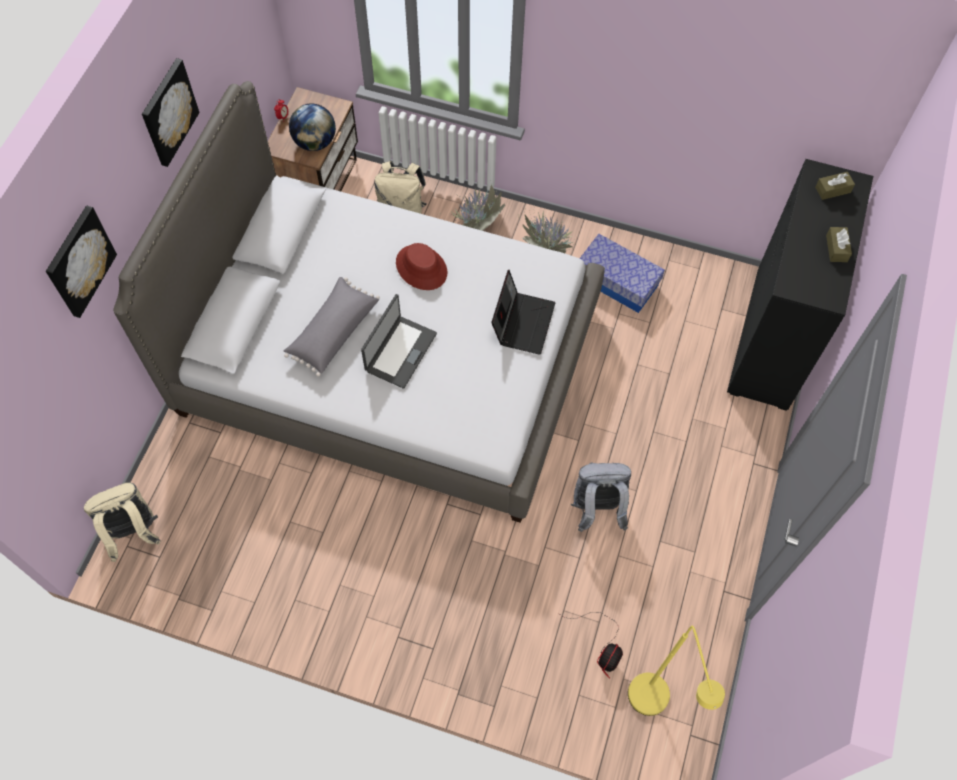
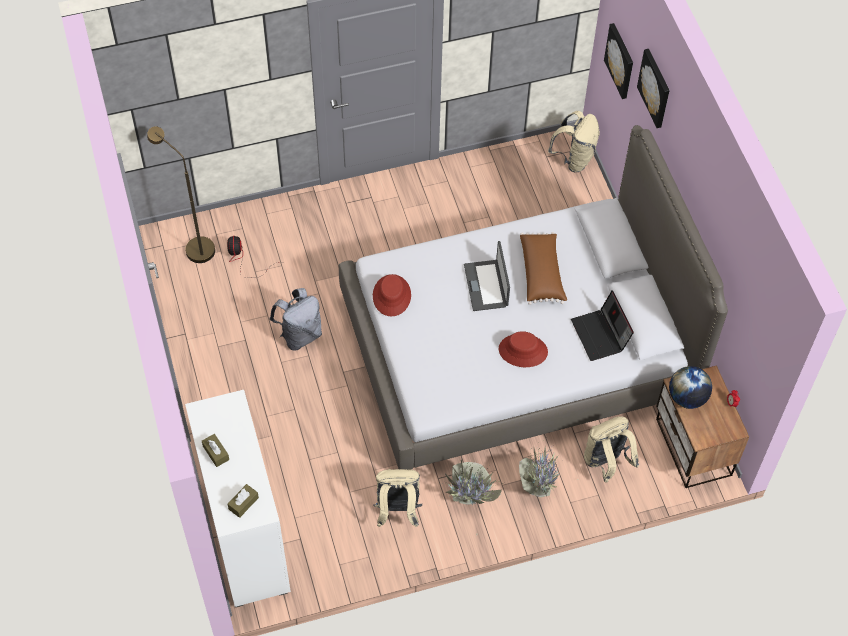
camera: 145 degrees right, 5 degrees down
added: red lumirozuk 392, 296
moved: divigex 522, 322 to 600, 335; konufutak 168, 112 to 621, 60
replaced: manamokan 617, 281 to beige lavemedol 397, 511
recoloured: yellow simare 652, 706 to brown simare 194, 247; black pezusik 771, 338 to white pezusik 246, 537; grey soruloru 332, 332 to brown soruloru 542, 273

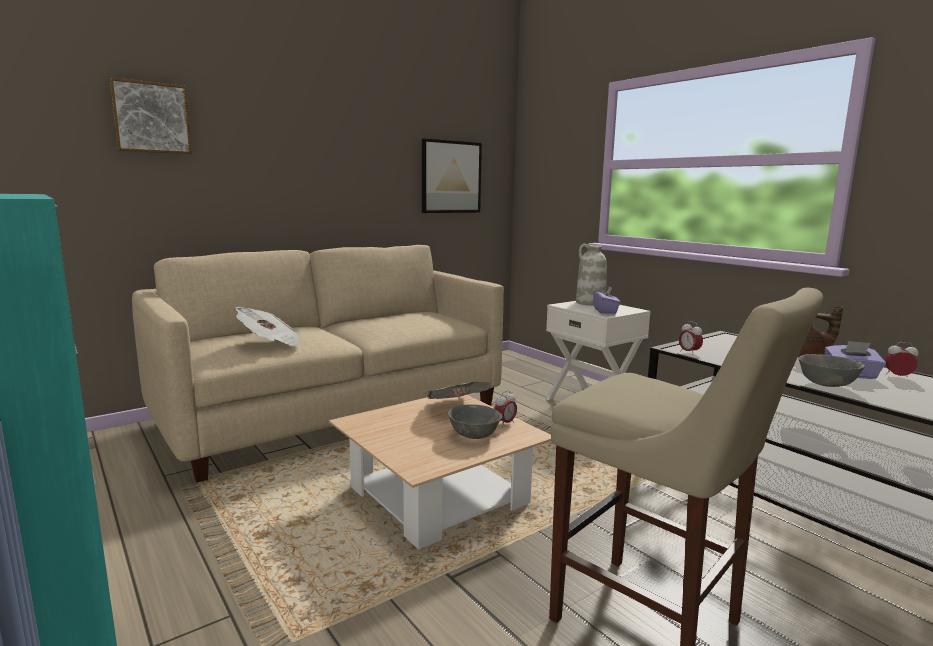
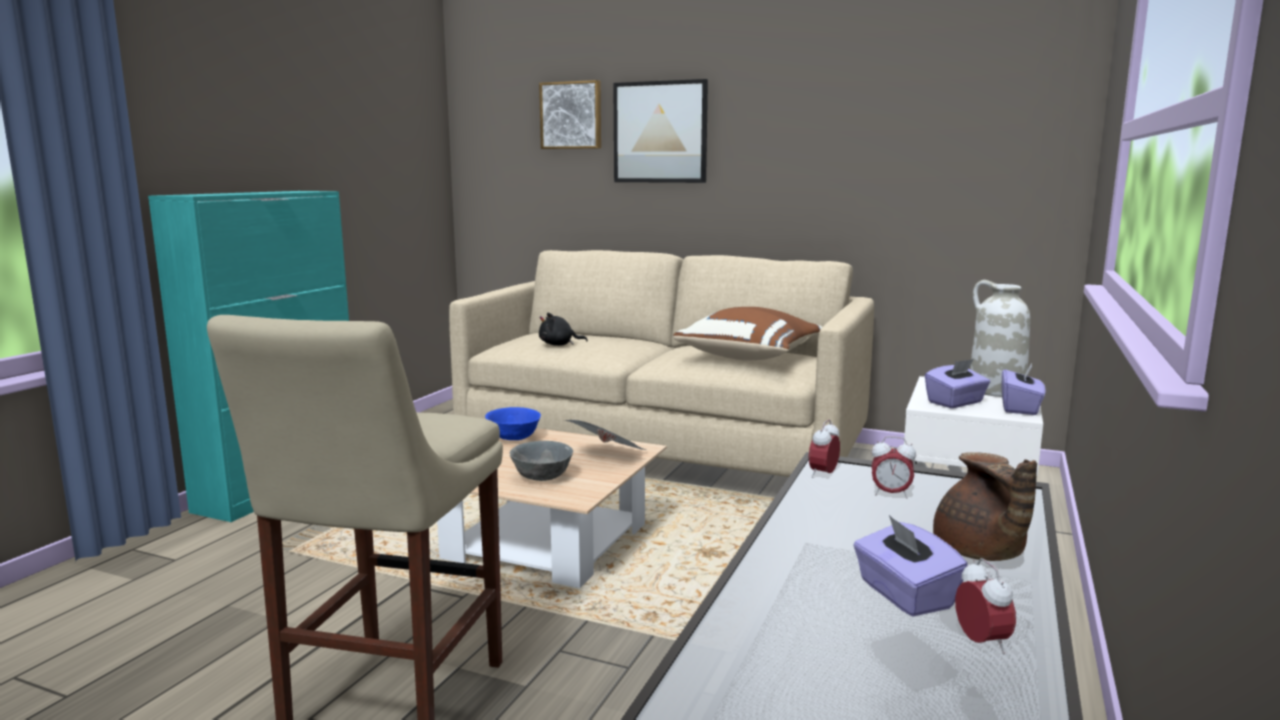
camera: 60 degrees right, 0 degrees up
removed: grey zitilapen 826, 384
added: blue zitilapen 514, 438; brown soruloru 751, 357; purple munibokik 1020, 408
moved: konufutak 451, 177 to 660, 132; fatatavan 505, 423 to 890, 494
replaced: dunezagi 271, 343 to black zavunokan 559, 345

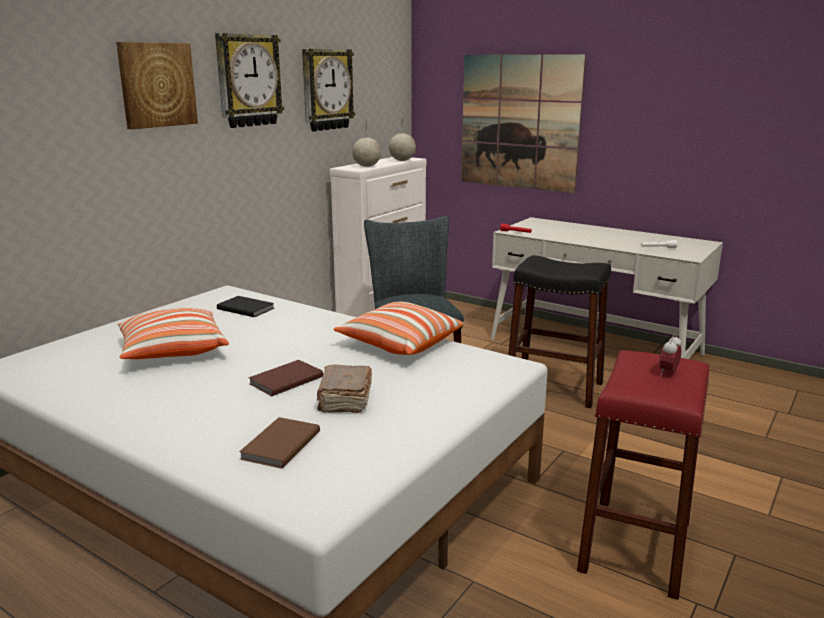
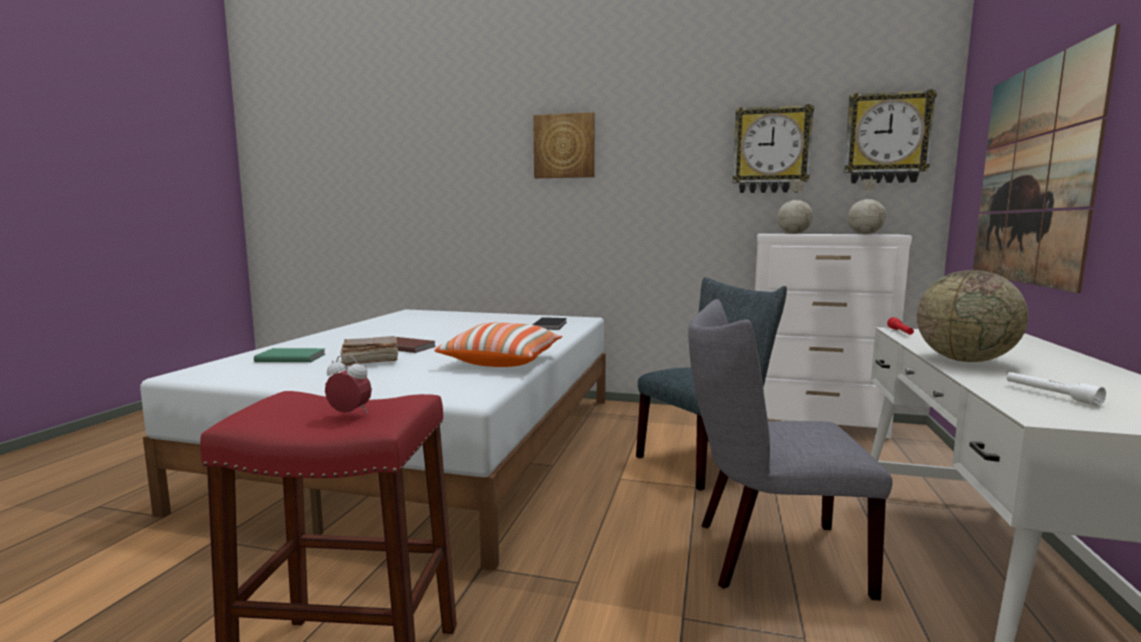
camera: 70 degrees right, 10 degrees down
removed: soruloru 172, 351
added: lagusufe 965, 360
moved: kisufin 248, 80 to 886, 138
replaced: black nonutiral 554, 387 to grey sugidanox 768, 556
recoloured: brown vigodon 279, 445 to green vigodon 291, 358

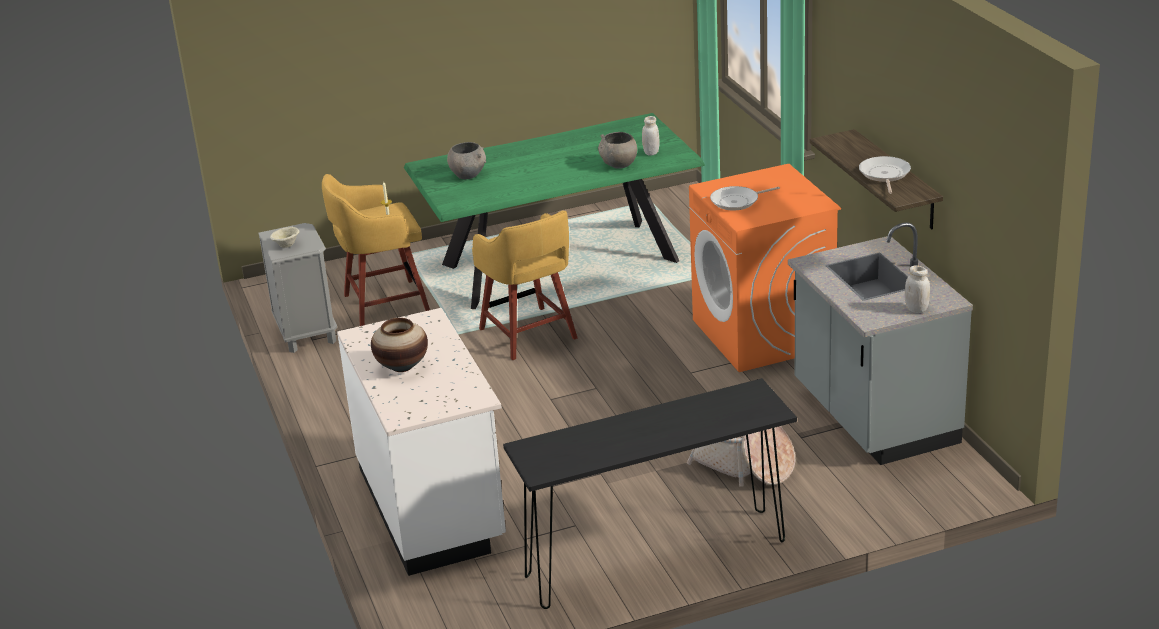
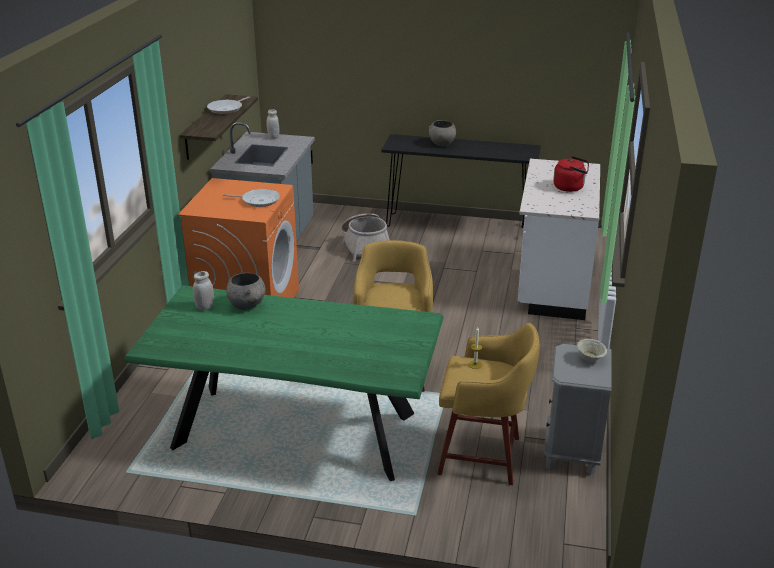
camera: 150 degrees left, 0 degrees up
moved: grey zitilapen 468, 175 to 442, 144
replaced: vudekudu 402, 366 to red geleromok 570, 187

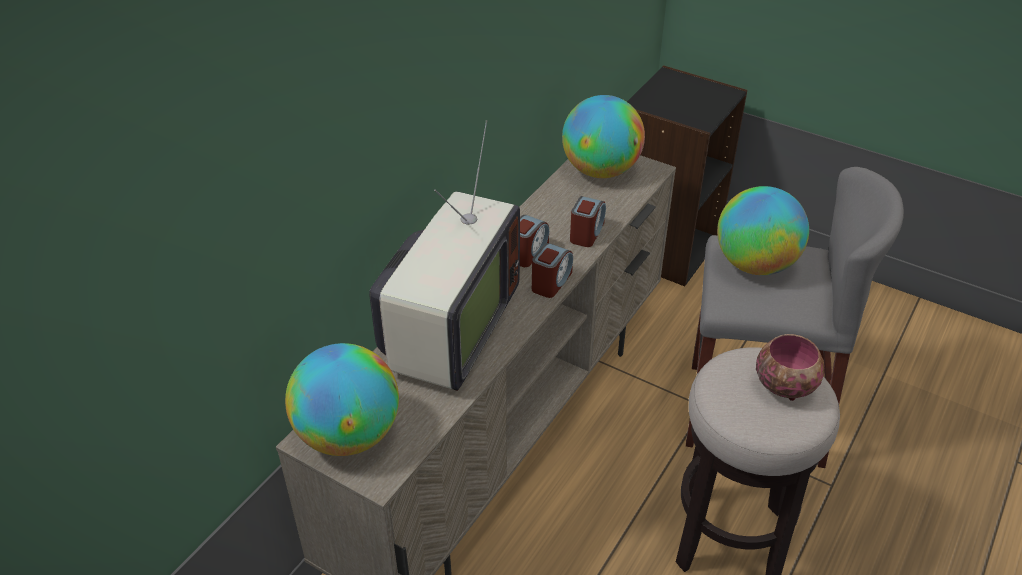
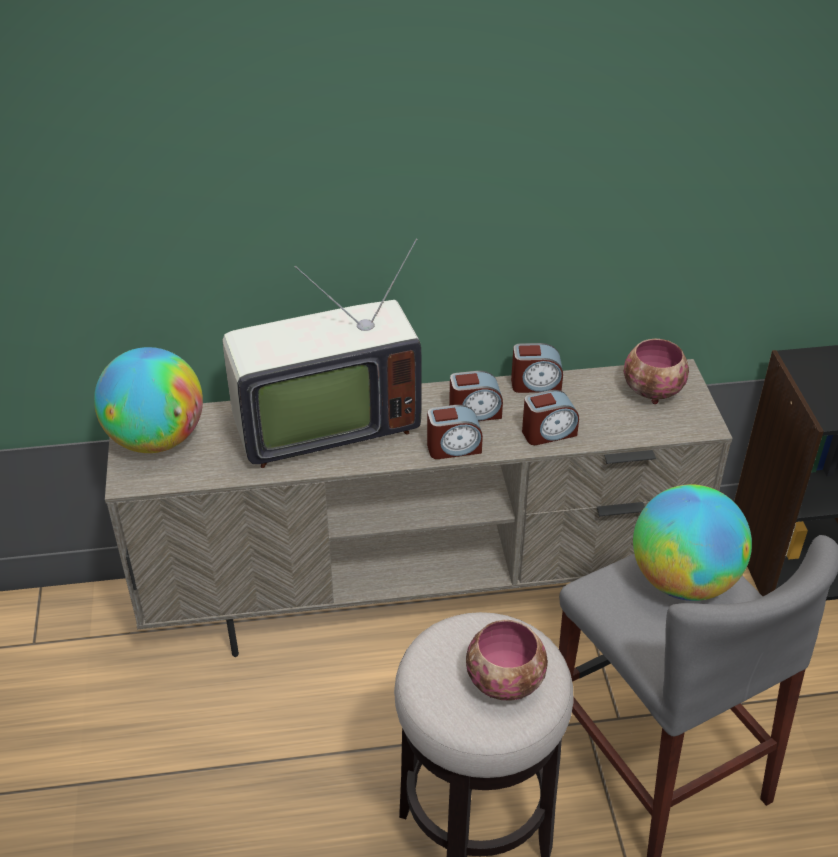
camera: 50 degrees right, 0 degrees up
added: fatatavan 535, 384
replaced: lagusufe 601, 170 to zitilapen 653, 392

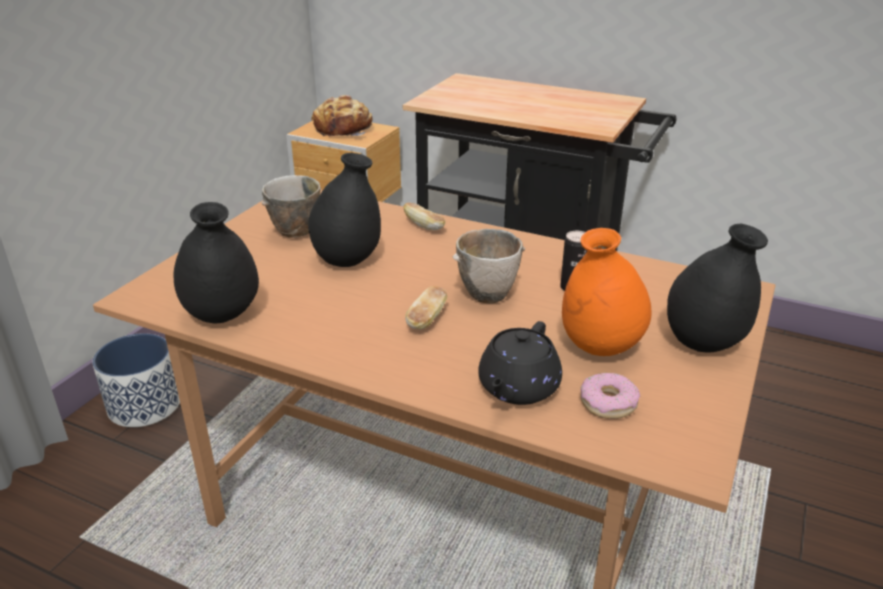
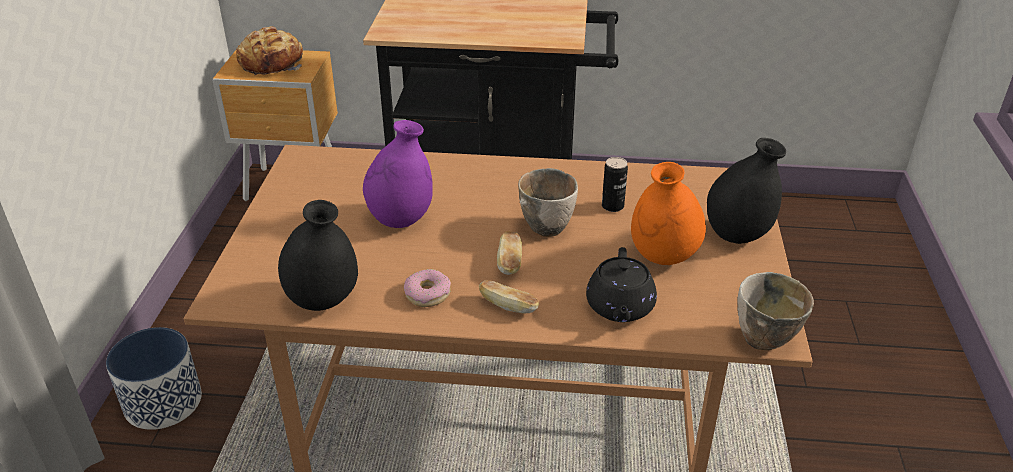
camera: 20 degrees left, 5 degrees up
moved: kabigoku 608, 403 to 427, 294; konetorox 424, 226 to 508, 306; zitilapen 293, 234 to 763, 343
recoloured: black vudekudu 347, 260 to purple vudekudu 401, 219

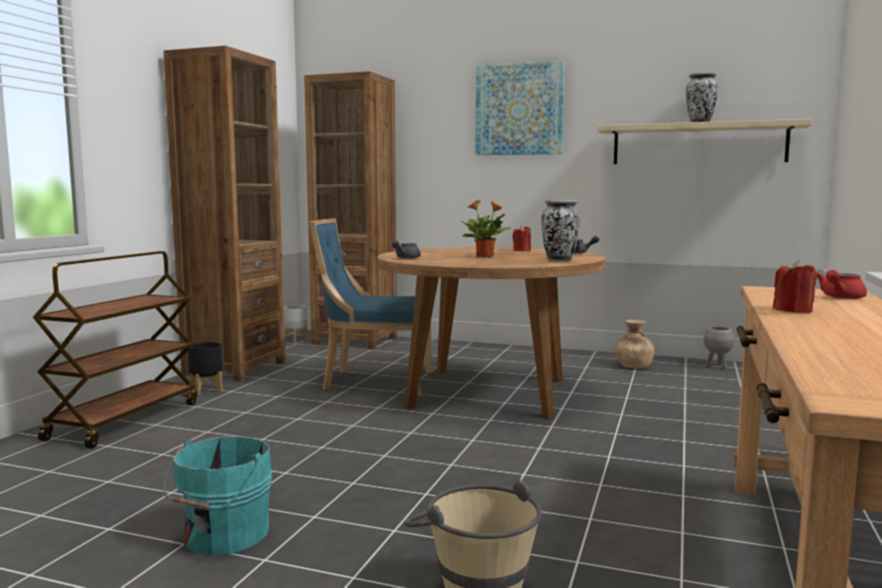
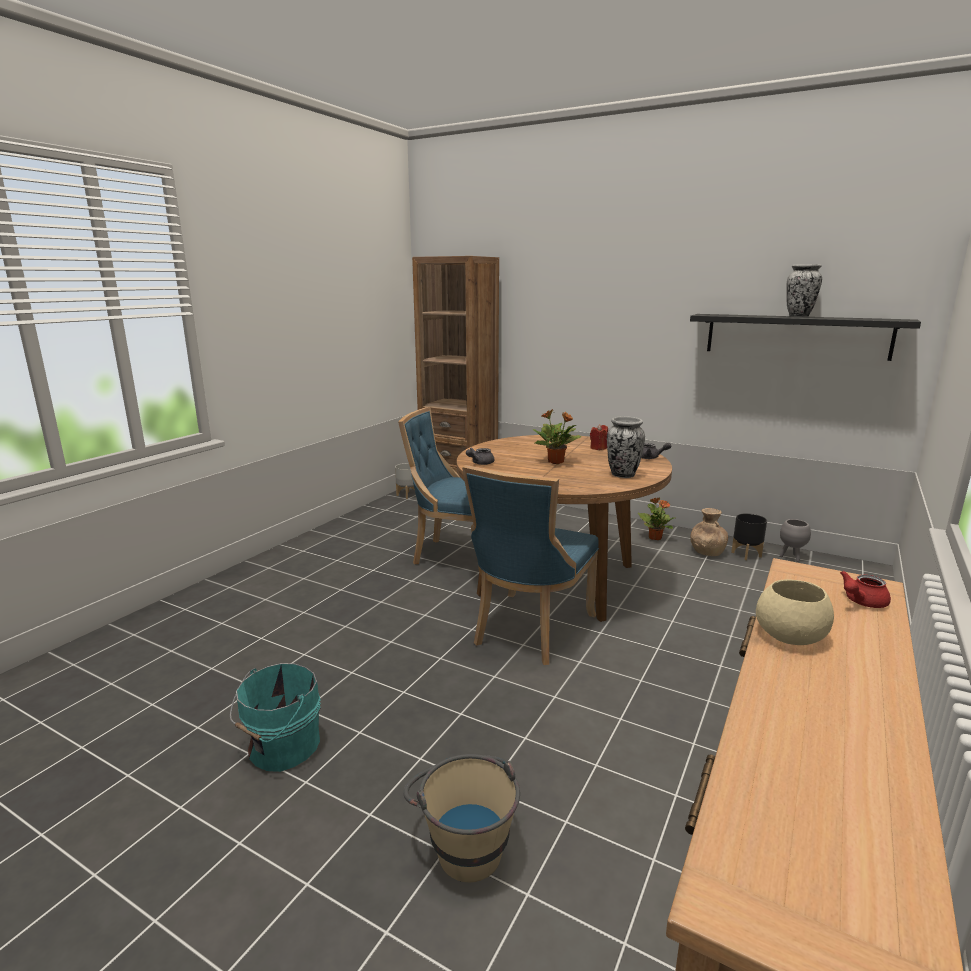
camera: 10 degrees right, 10 degrees up
removed: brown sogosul 125, 420; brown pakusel 235, 368; konufutak 519, 109
added: blue sugidanox 529, 630; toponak 655, 537
moved: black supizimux 206, 390 to 745, 554
replaced: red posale 793, 310 to beige zitilapen 791, 635
recoloured: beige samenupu 698, 144 to black samenupu 796, 336

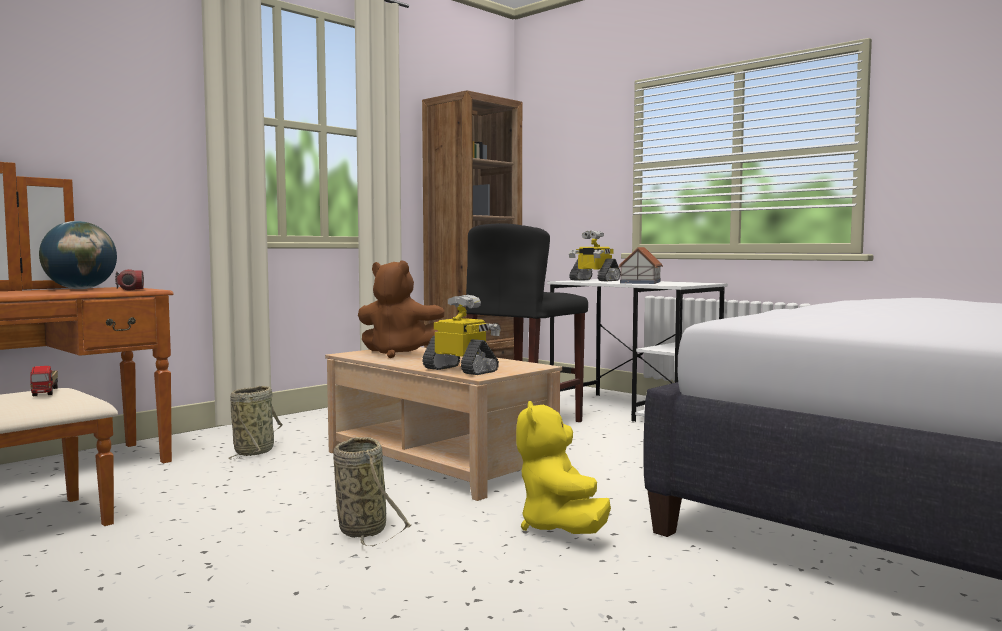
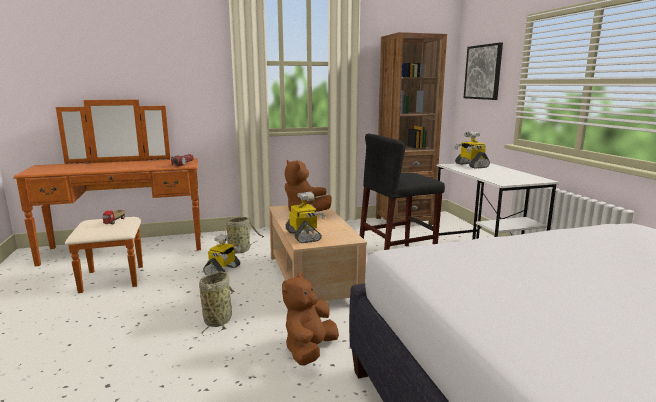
camera: 30 degrees right, 10 degrees up
removed: lagusufe 79, 289; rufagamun 641, 282
added: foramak 223, 270; konufutak 483, 72
recoloured: yellow zavunokan 560, 528 to brown zavunokan 309, 350

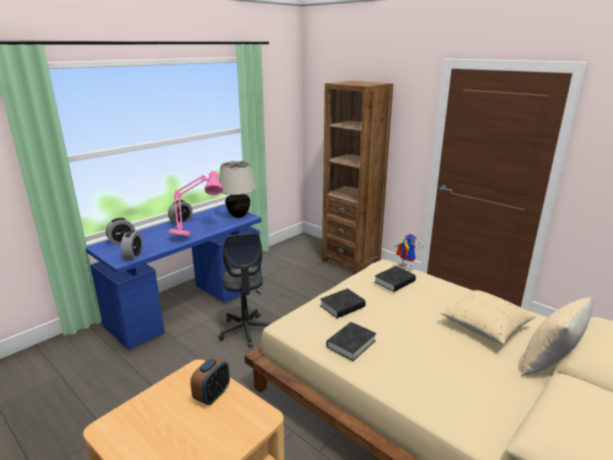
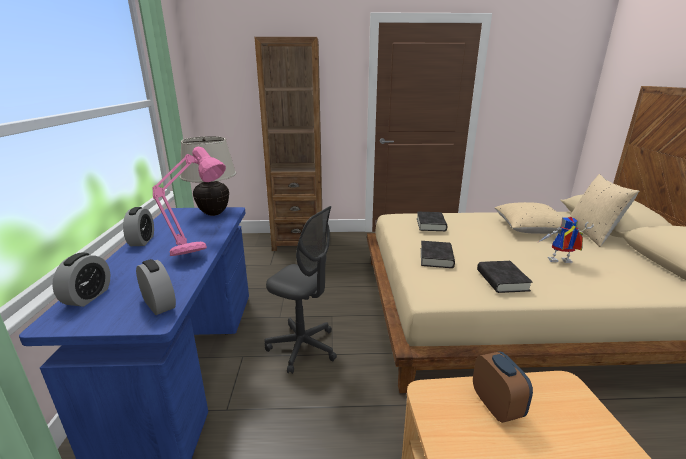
camera: 45 degrees left, 0 degrees up
moved: foramak 404, 267 to 559, 262

